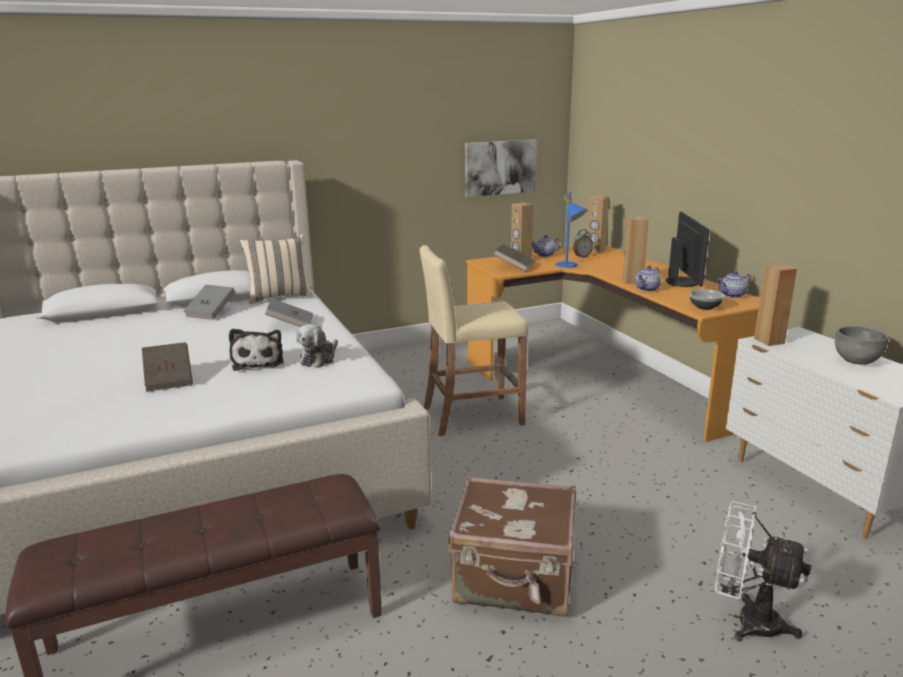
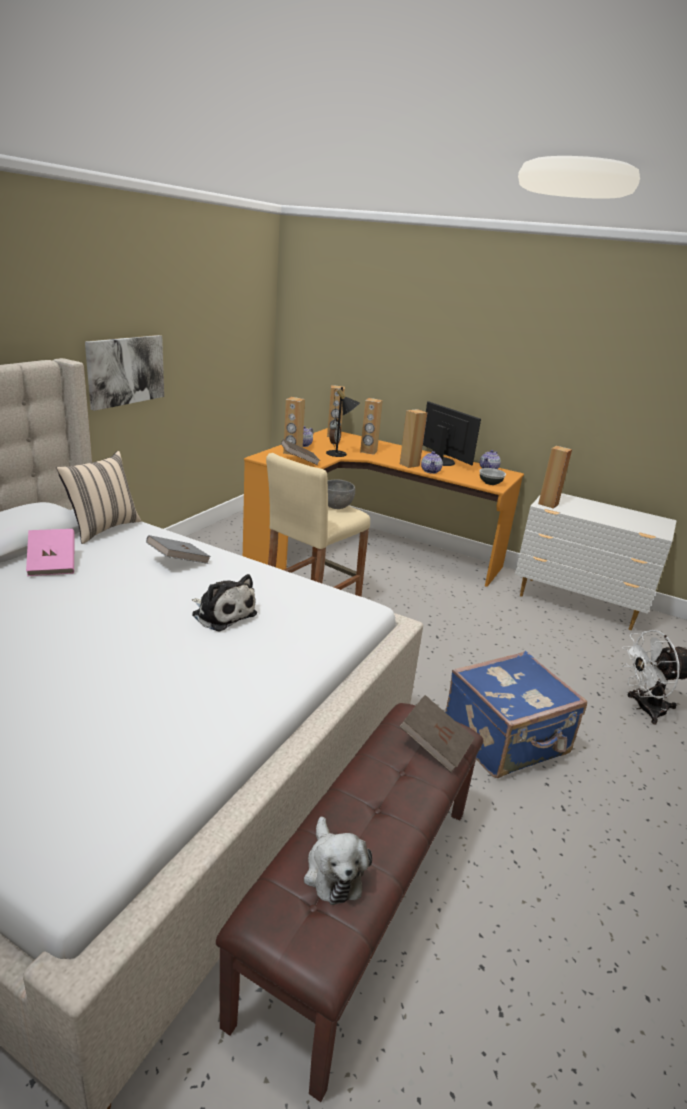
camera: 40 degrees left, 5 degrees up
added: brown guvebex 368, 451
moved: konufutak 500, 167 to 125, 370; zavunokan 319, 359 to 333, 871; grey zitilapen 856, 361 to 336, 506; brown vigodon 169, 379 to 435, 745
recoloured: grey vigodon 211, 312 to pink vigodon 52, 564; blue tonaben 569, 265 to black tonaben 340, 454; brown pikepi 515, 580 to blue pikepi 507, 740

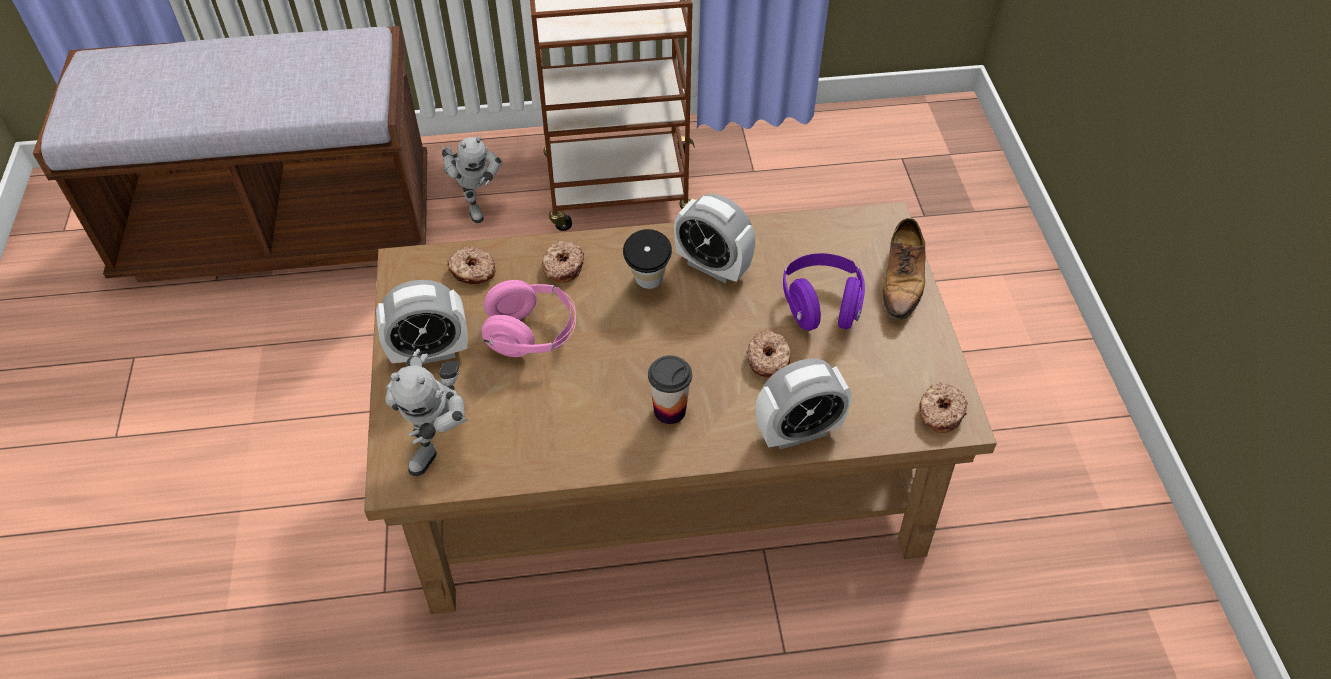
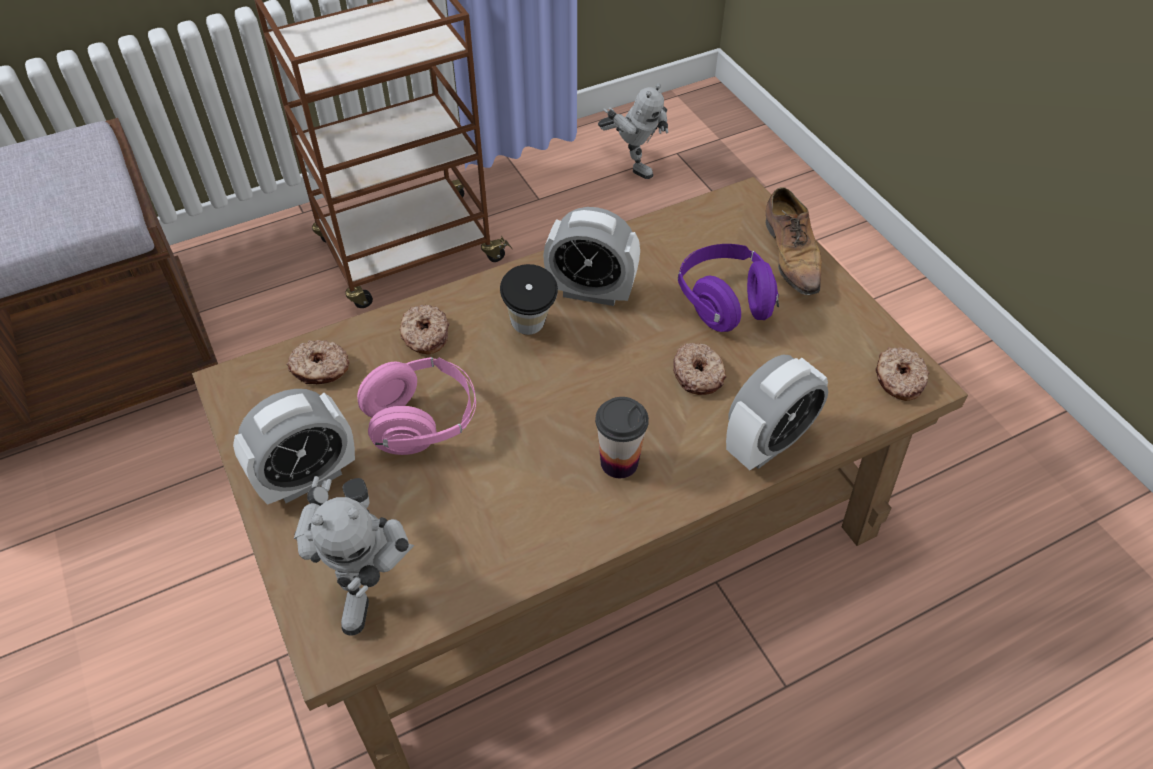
camera: 20 degrees left, 0 degrees up
moved: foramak 476, 203 to 632, 163

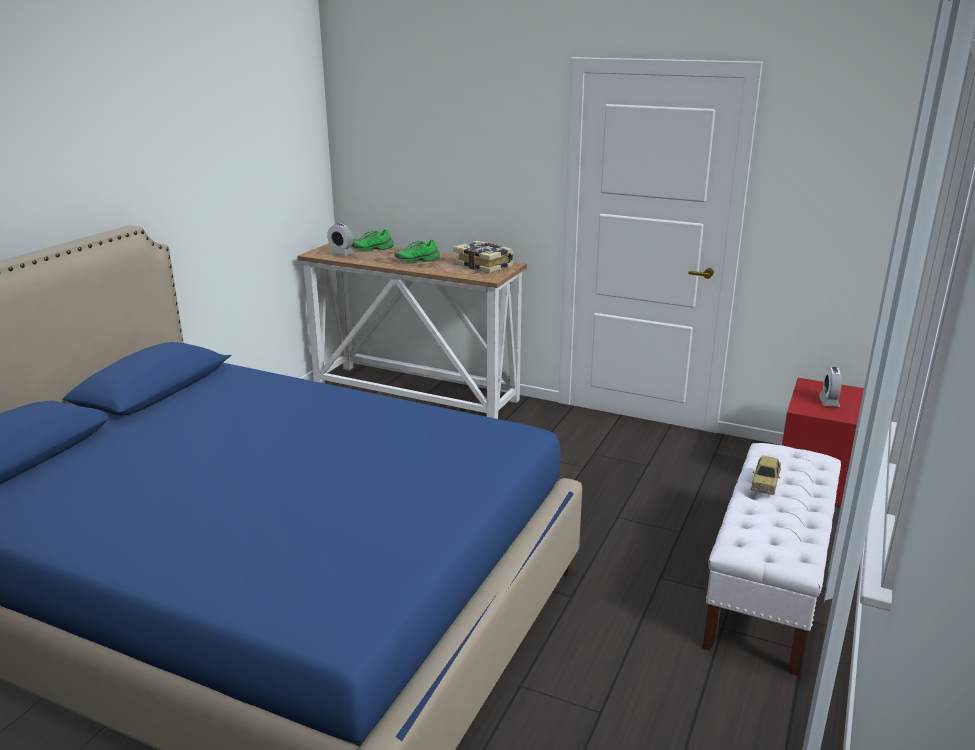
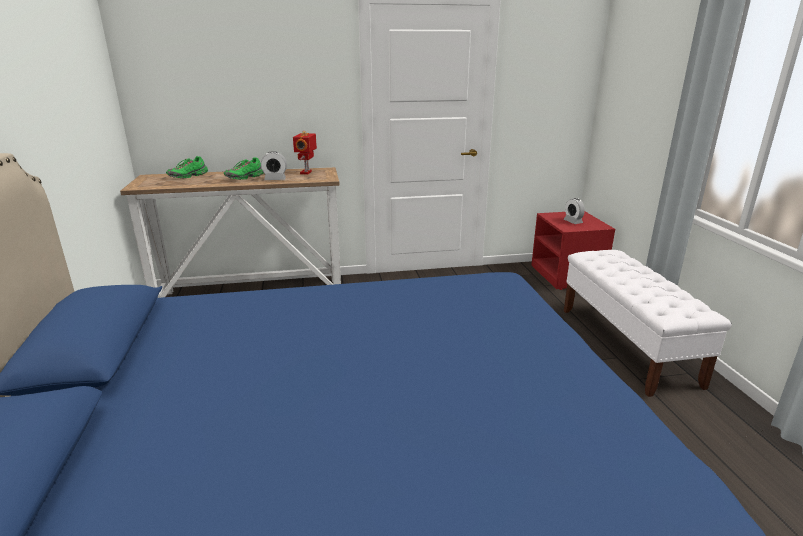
camera: 35 degrees left, 0 degrees up
removed: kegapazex 765, 482
moved: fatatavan 341, 253 to 275, 179
replaced: vigodon 484, 265 to foramak 307, 172

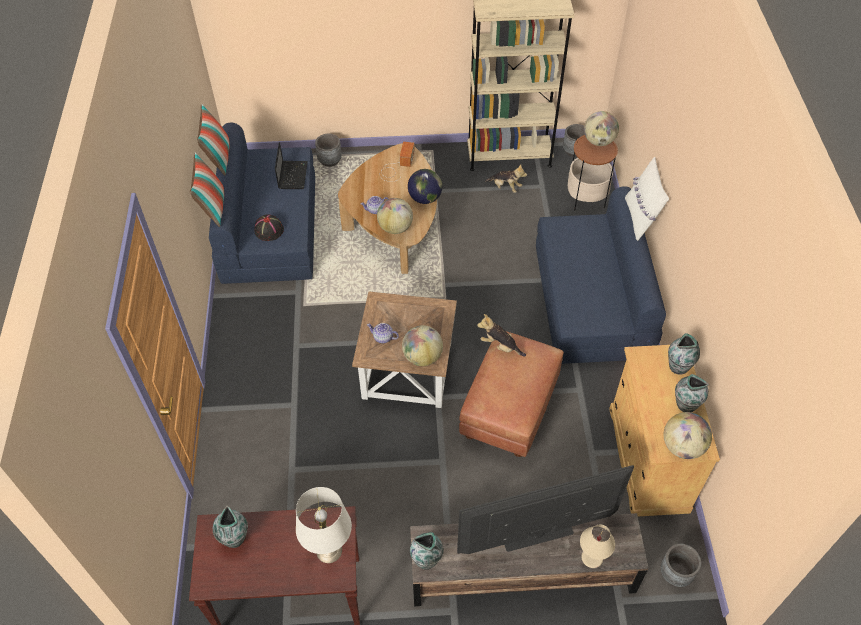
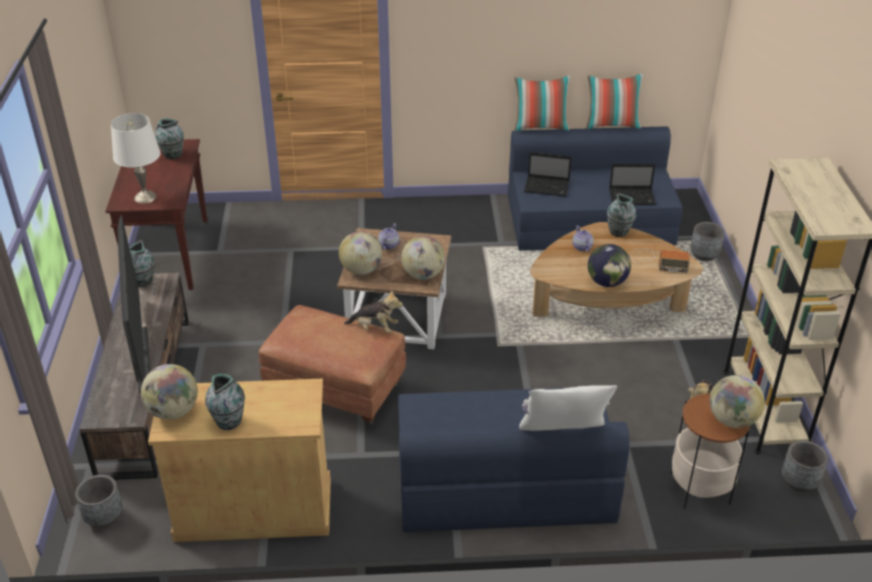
camera: 90 degrees right, 15 degrees down
removed: beige tonaben 591, 557
moved: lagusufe 395, 228 to 423, 275; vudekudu 678, 366 to 619, 232
replaced: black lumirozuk 268, 230 to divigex 547, 187
turned: zavunokan 500, 346 = 375, 328 75 degrees clockwise

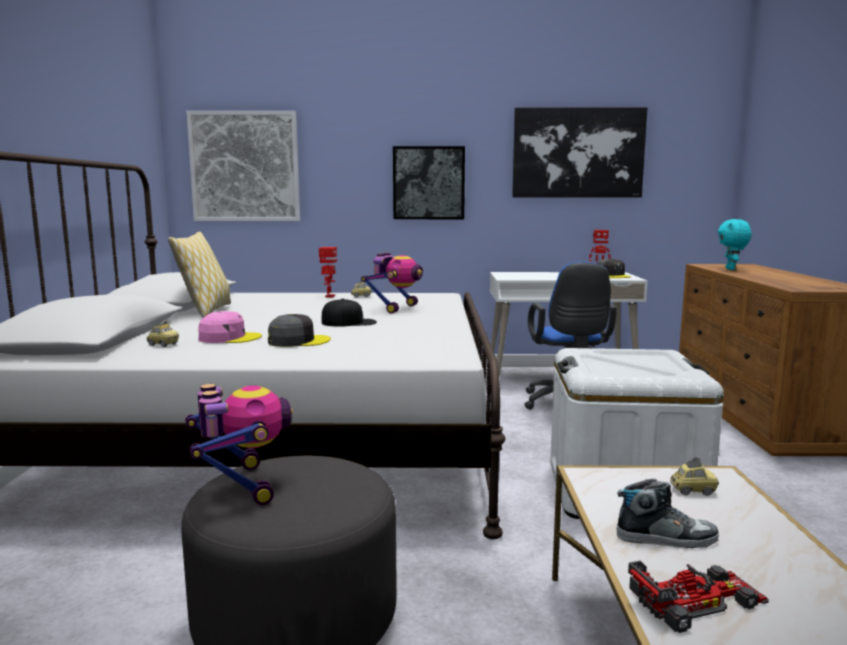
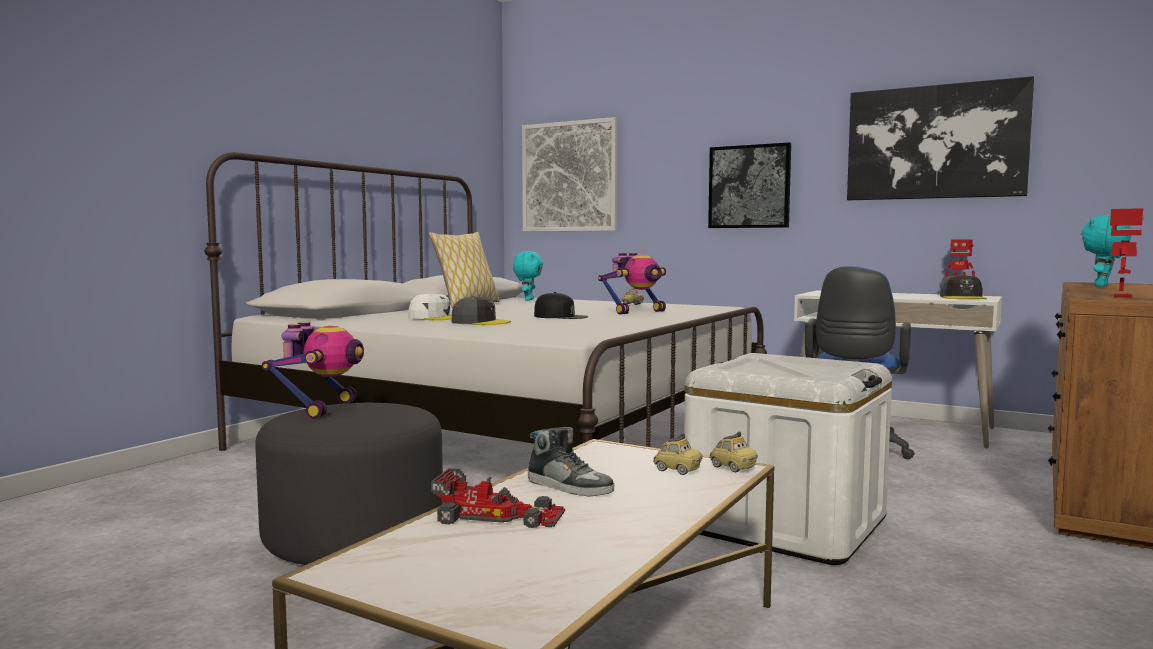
camera: 30 degrees right, 5 degrees down
added: turquoise zavunokan 528, 300
moved: kegapazex 163, 344 to 732, 467; foramak 329, 296 to 1121, 296
recoloured: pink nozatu 229, 338 to white nozatu 435, 318

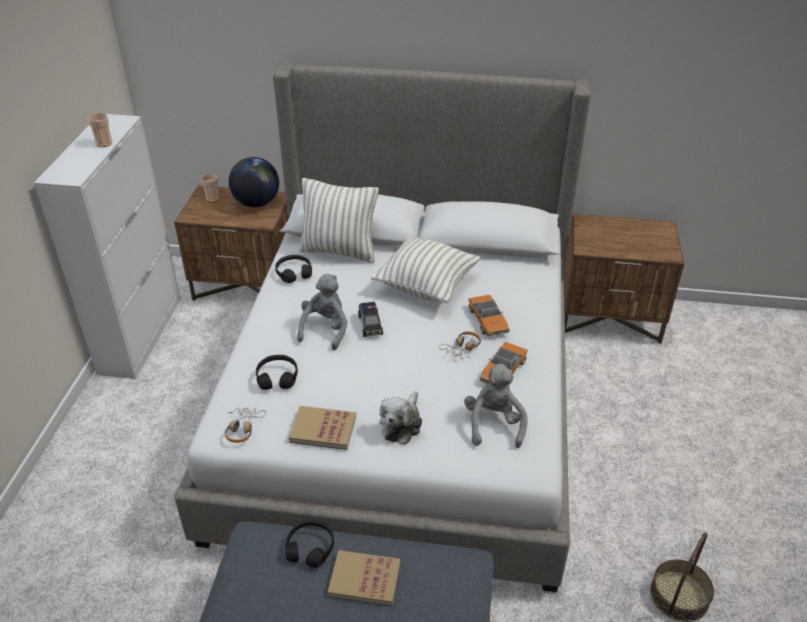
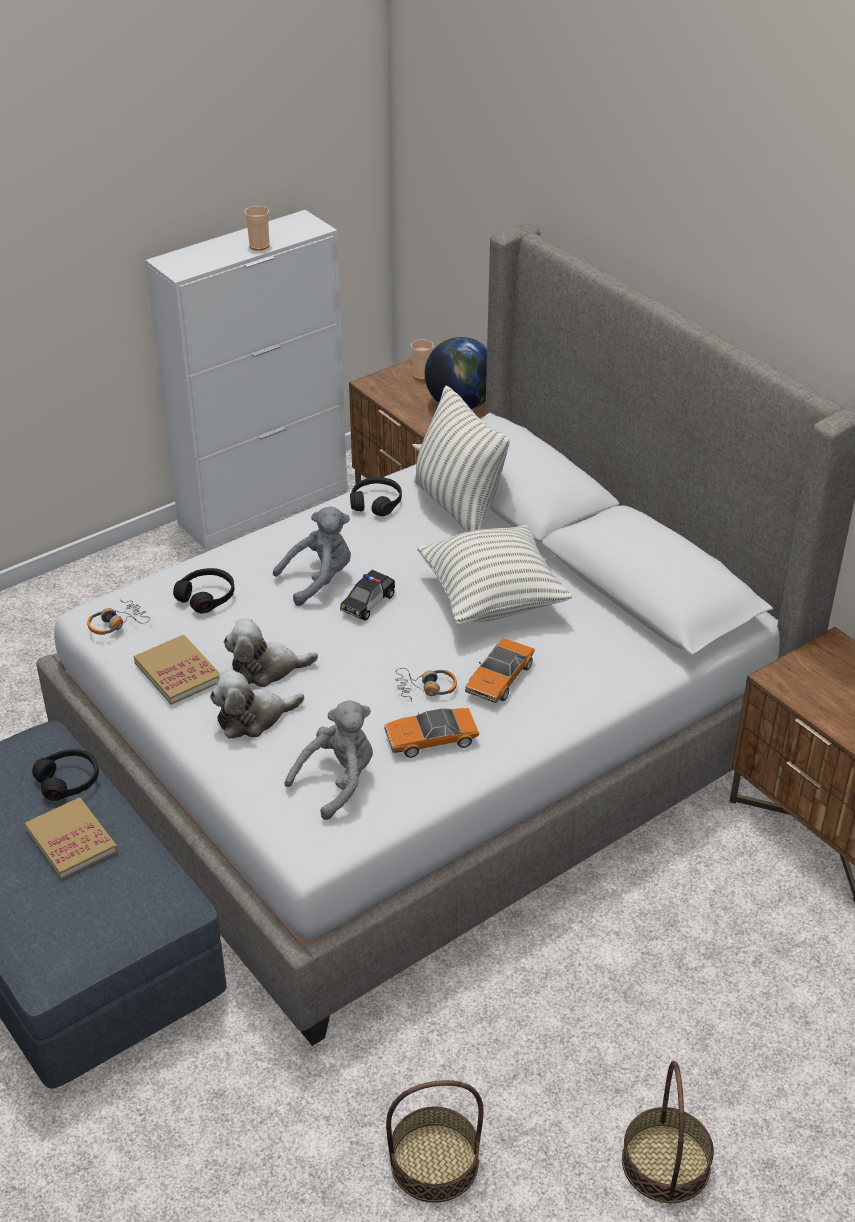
camera: 45 degrees right, 0 degrees up
added: zavunokan 266, 669; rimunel 666, 1163

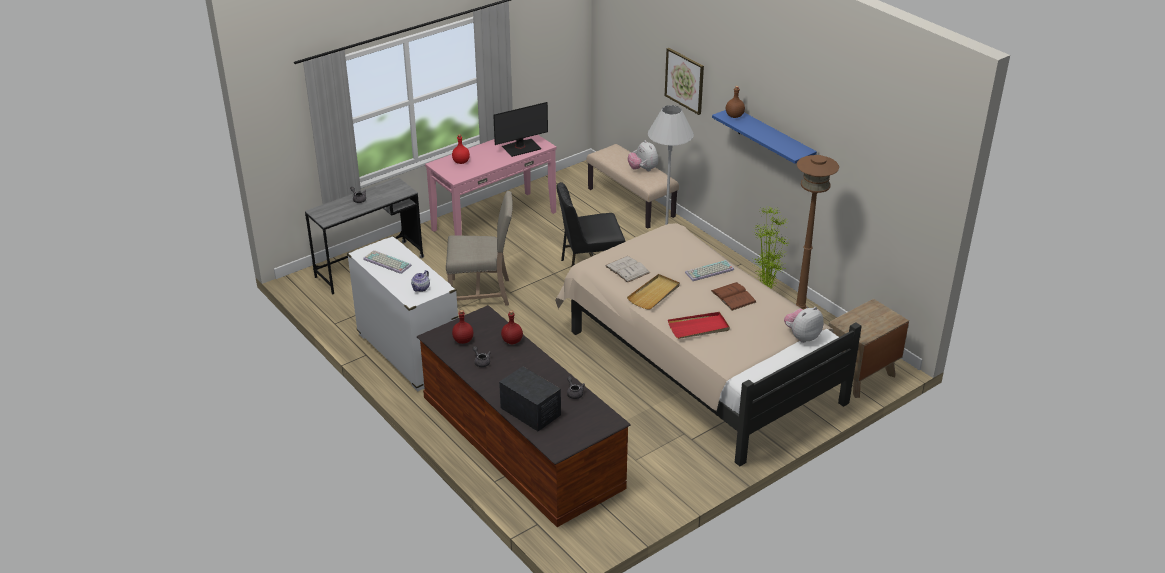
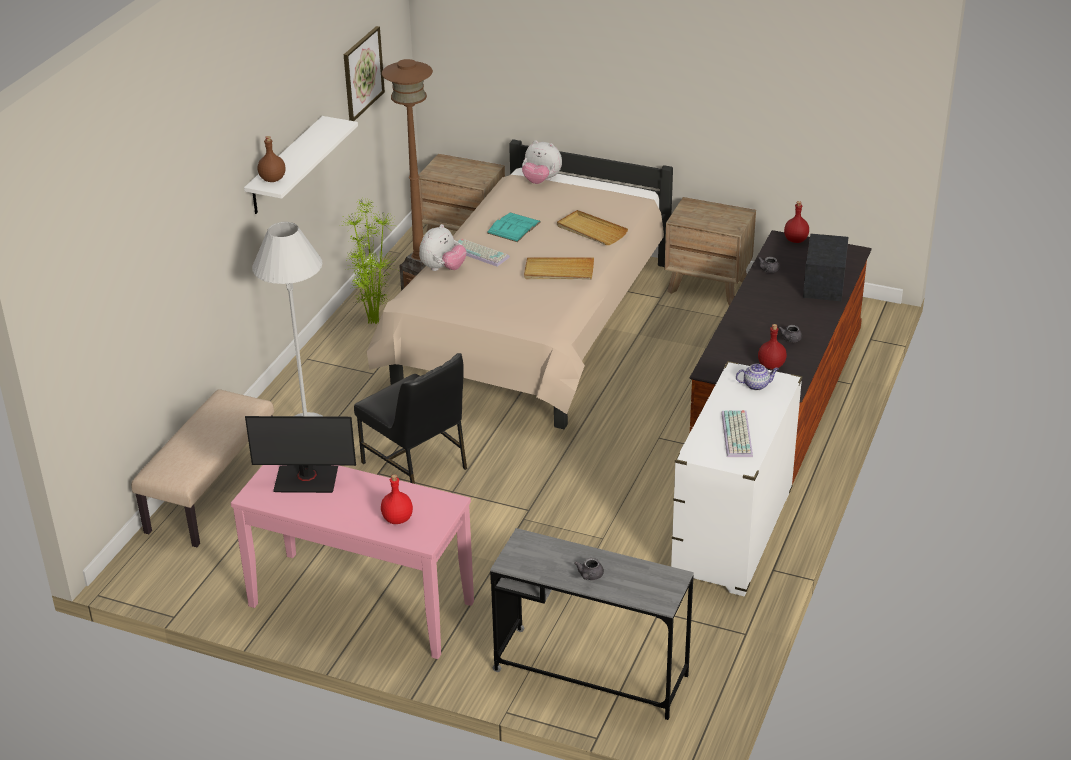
camera: 120 degrees left, 0 degrees up
removed: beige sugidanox 482, 293; white vigodon 627, 269
added: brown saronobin 708, 285
moved: konufutak 684, 80 to 362, 73; zavunokan 643, 169 to 443, 268; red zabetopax 512, 341 to 795, 240
recoloured: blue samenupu 772, 140 to white samenupu 286, 166; brown vigodon 733, 296 to turquoise vigodon 513, 227; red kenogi 699, 327 to beige kenogi 591, 230
turned: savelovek 521, 148 = 306, 479 150 degrees clockwise

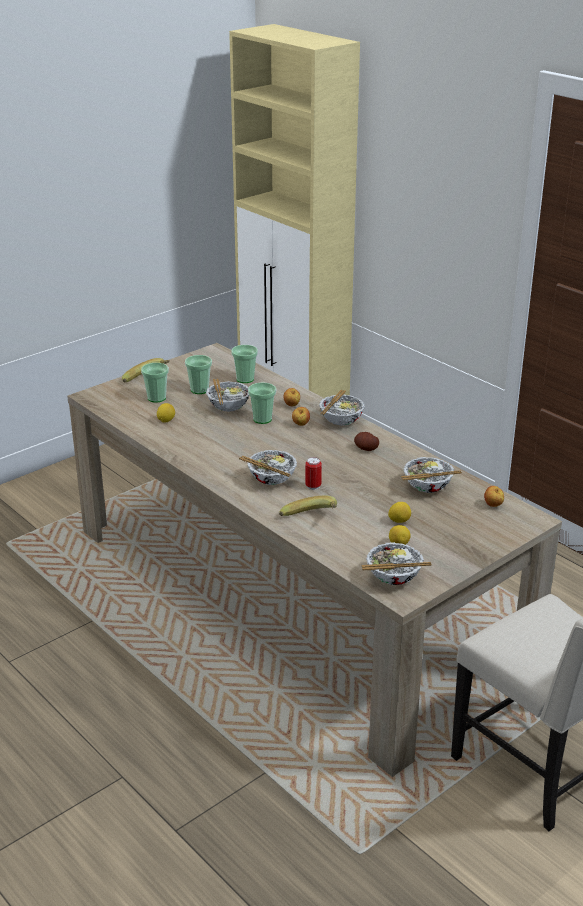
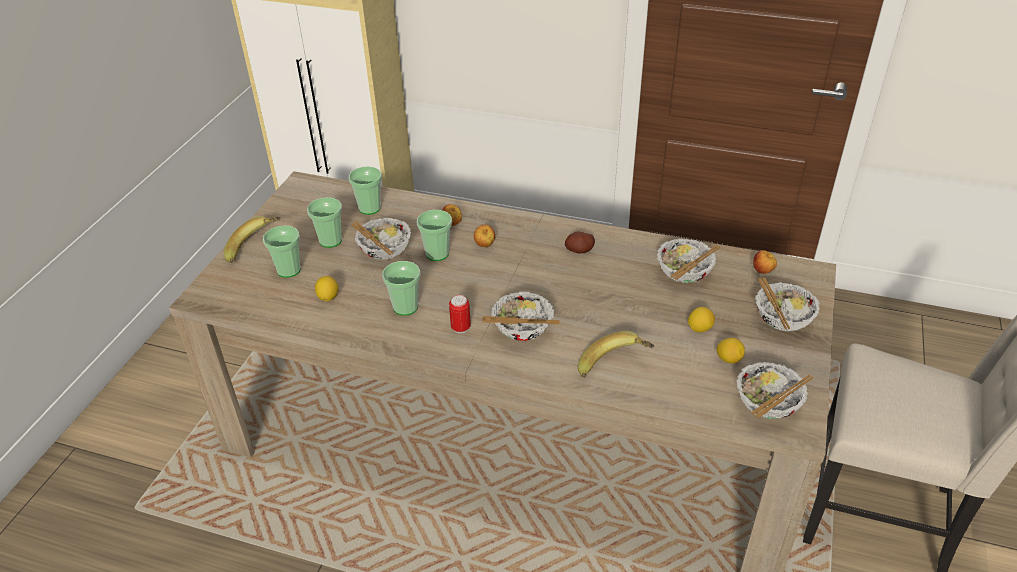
camera: 30 degrees left, 10 degrees up
added: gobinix 405, 307
moved: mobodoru 313, 486 to 460, 328; zitilapen 340, 421 to 781, 321

